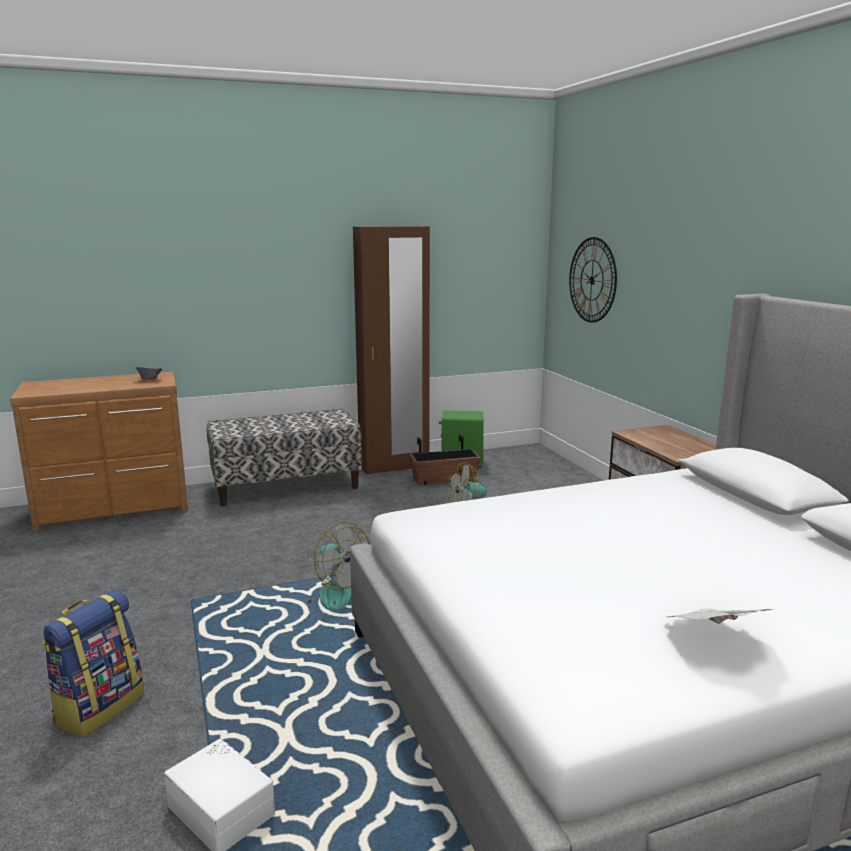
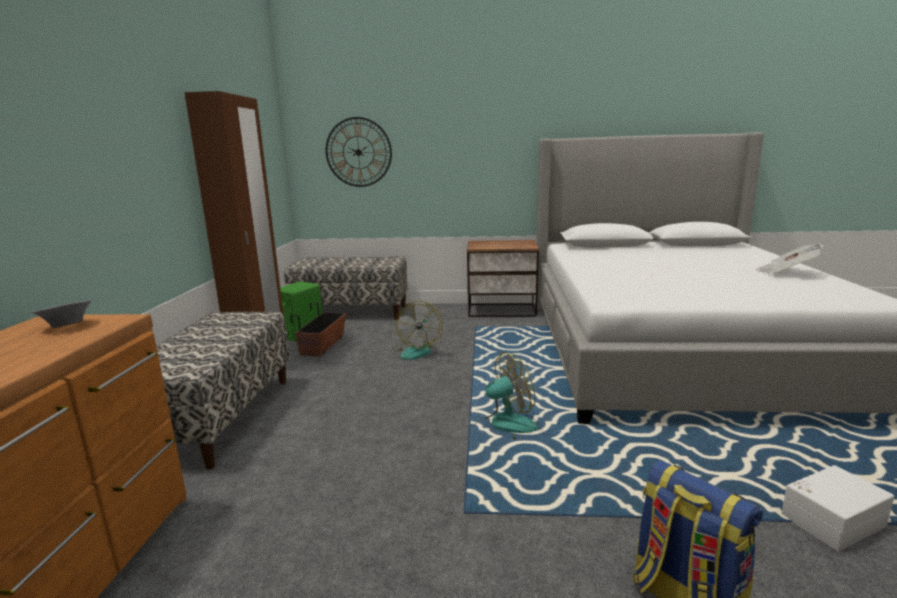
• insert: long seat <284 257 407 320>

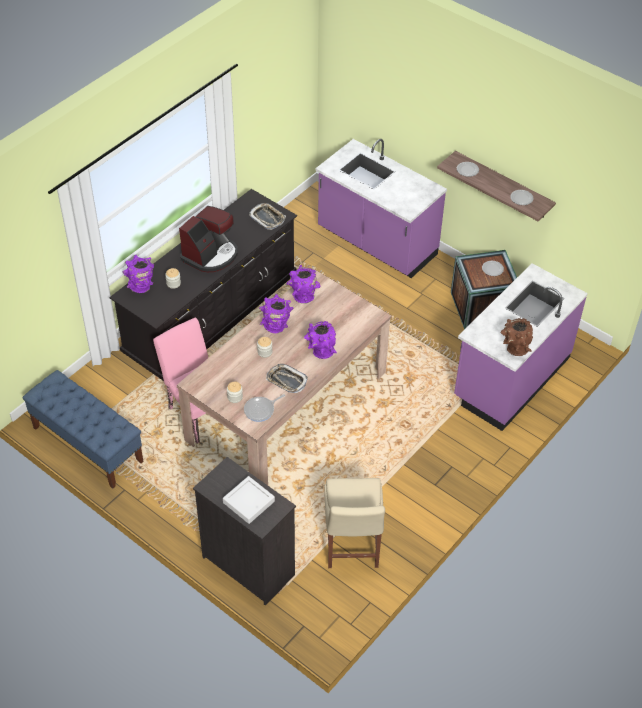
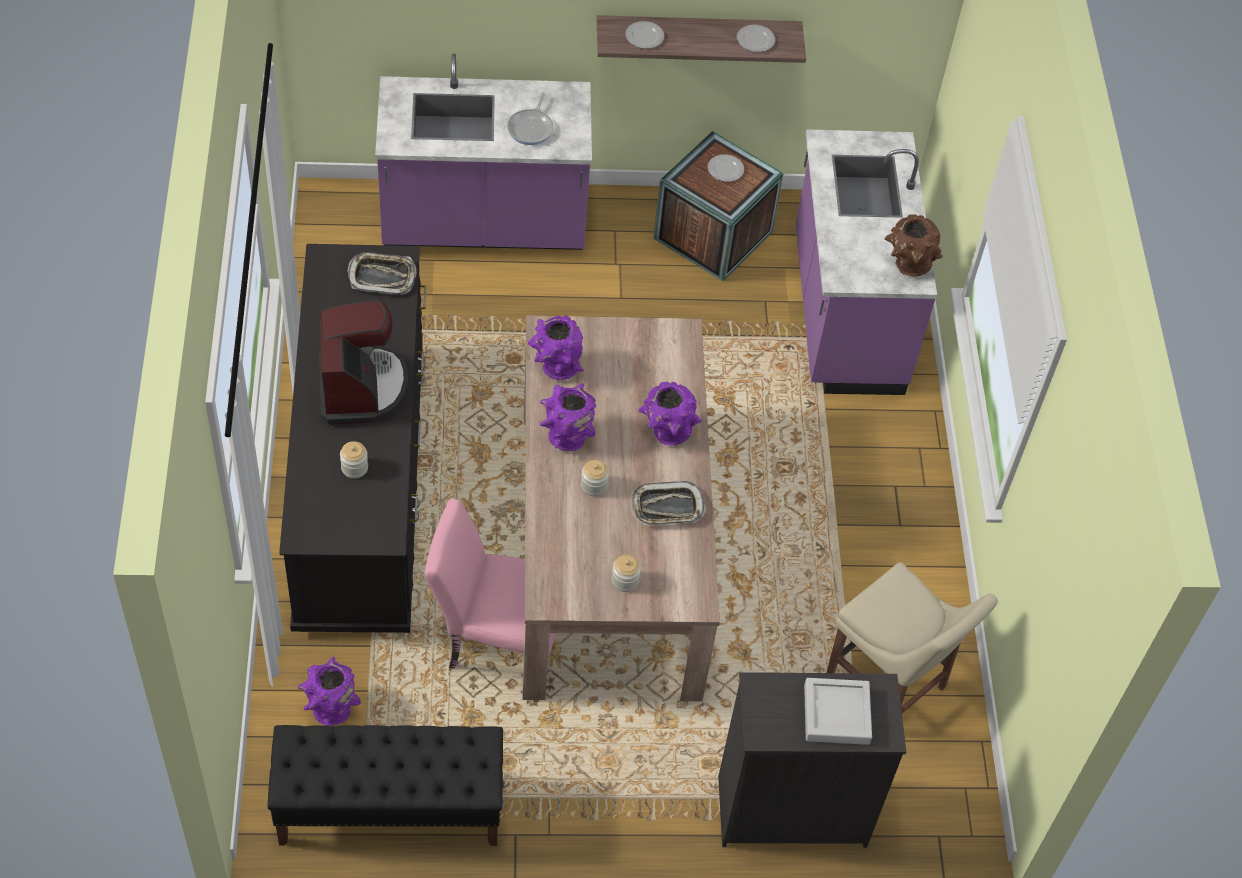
• recolor: long seat in blue <23 370 144 489> to long seat in black-coloured <267 725 503 846>
• move: flower vase in purple-coloured <123 255 154 293> to <298 657 361 726>
• move: pan <244 394 285 422> to <507 93 553 145>

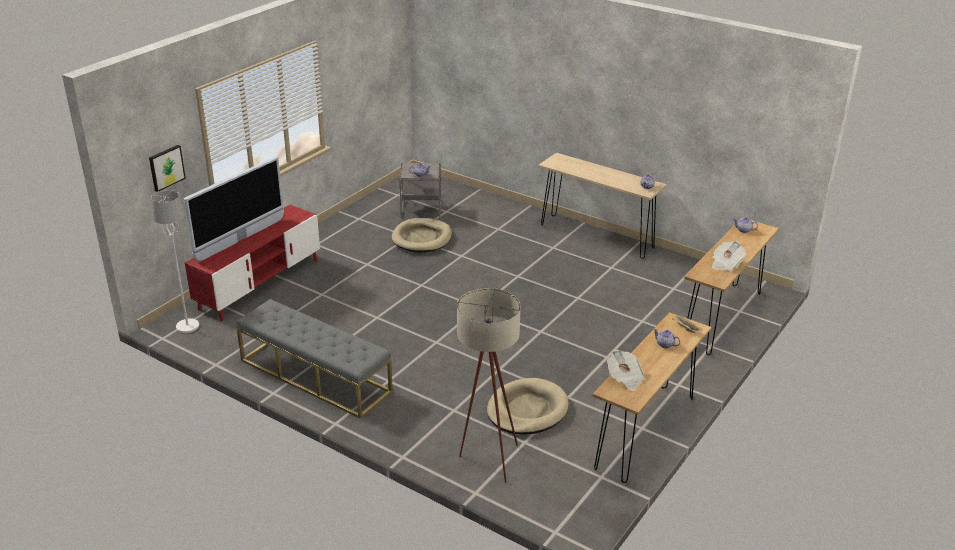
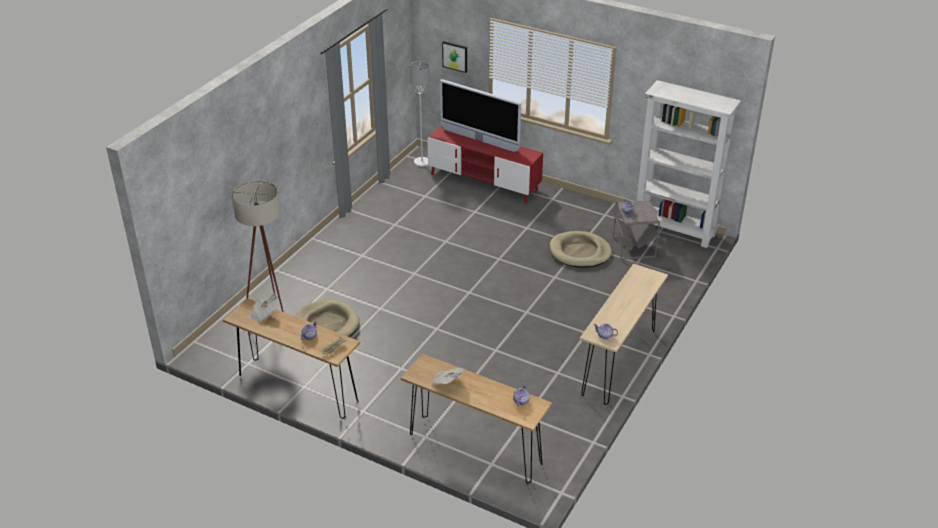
• delete: long seat in grey <236 299 393 419>
• insert: shelving unit in white <637 80 741 248>

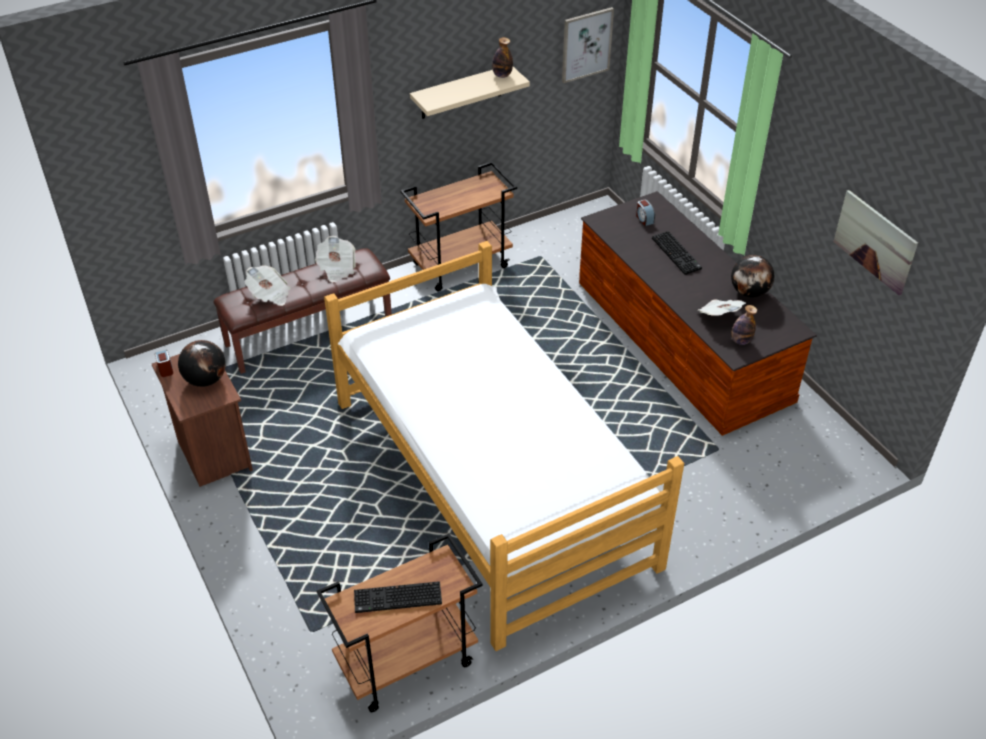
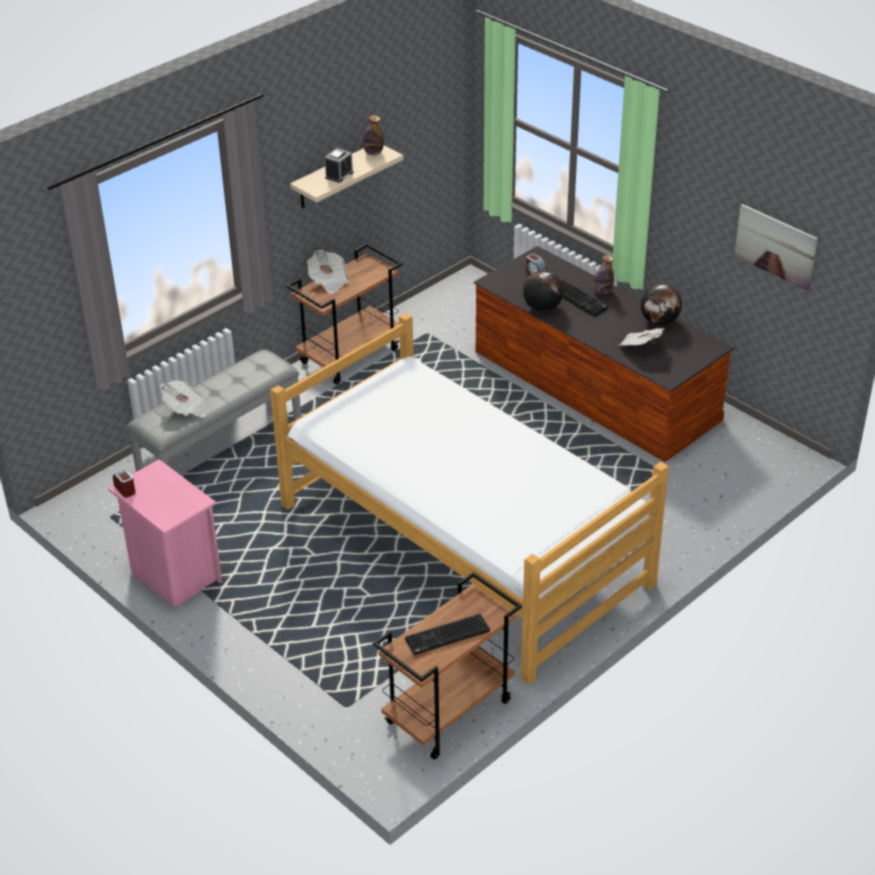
• recolor: bedside table in brown <152 354 253 487> to bedside table in pinkish <108 459 222 608>
• move: globe <178 340 226 387> to <523 270 564 312>
• recolor: long seat in brown <213 248 392 374> to long seat in grey <127 350 301 472>
• move: daily paper <315 236 356 282> to <307 250 349 293>
• delete: wall picture <562 7 614 83>
• move: drink bottle <731 305 757 345> to <593 255 614 294>
• insert: table clock <325 148 354 183>

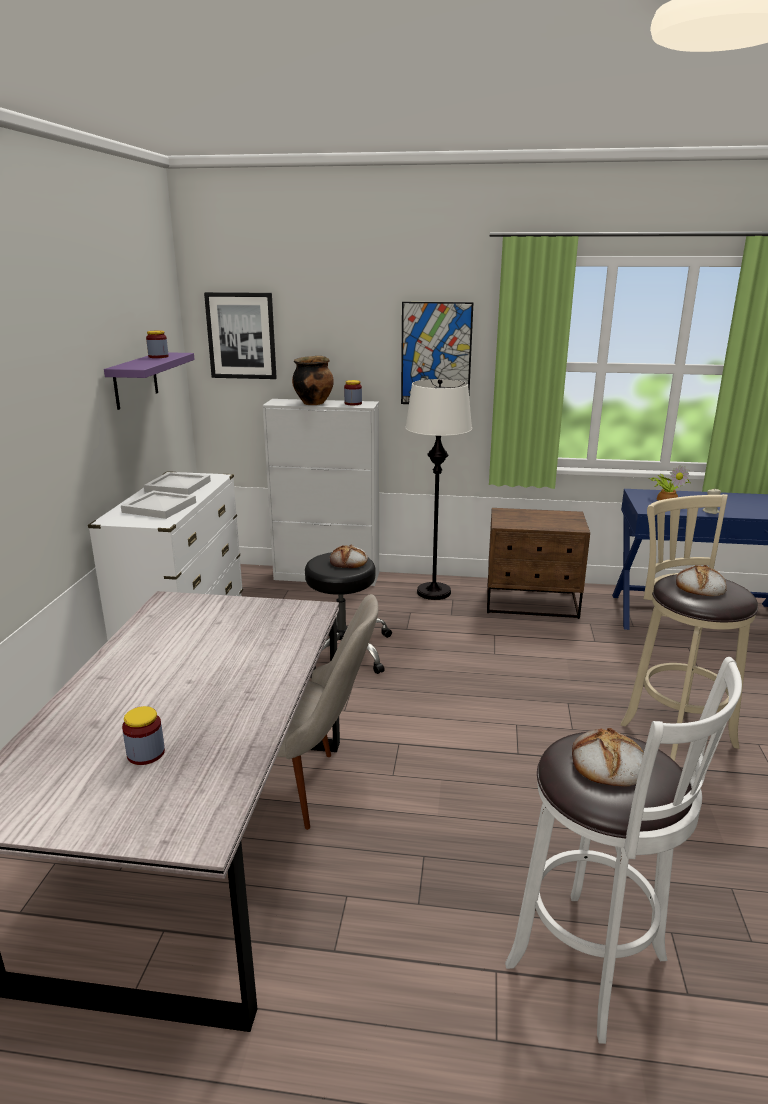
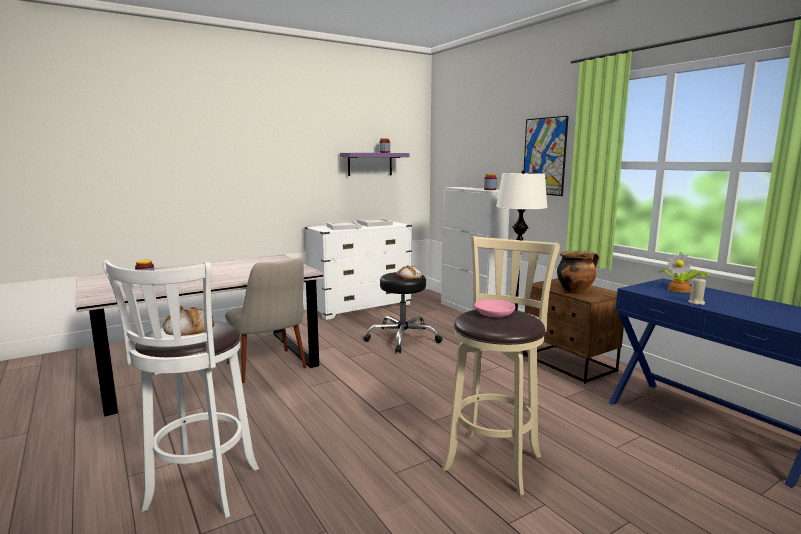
• delete: wall picture <204 292 277 379>
• move: cooking pot <292 356 334 405> to <557 251 599 294>
• replace: bread <676 565 727 596> to deep dish in pinkish <474 299 516 317>

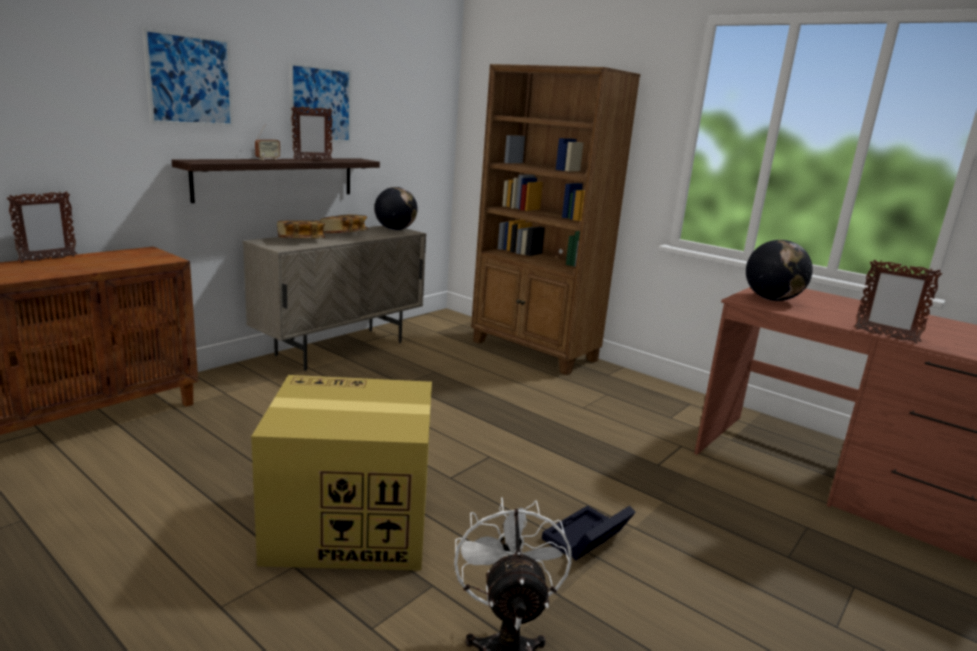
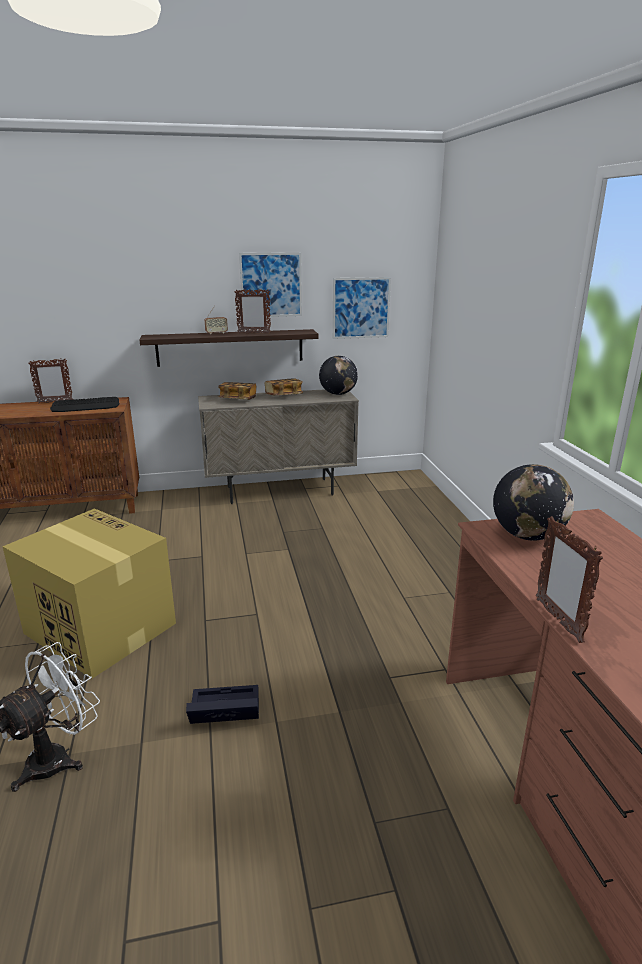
• move: wall picture <143 28 233 126> to <333 277 391 339>
• delete: shelving unit in brown <471 64 640 375>
• insert: PC keyboard <50 397 120 412>

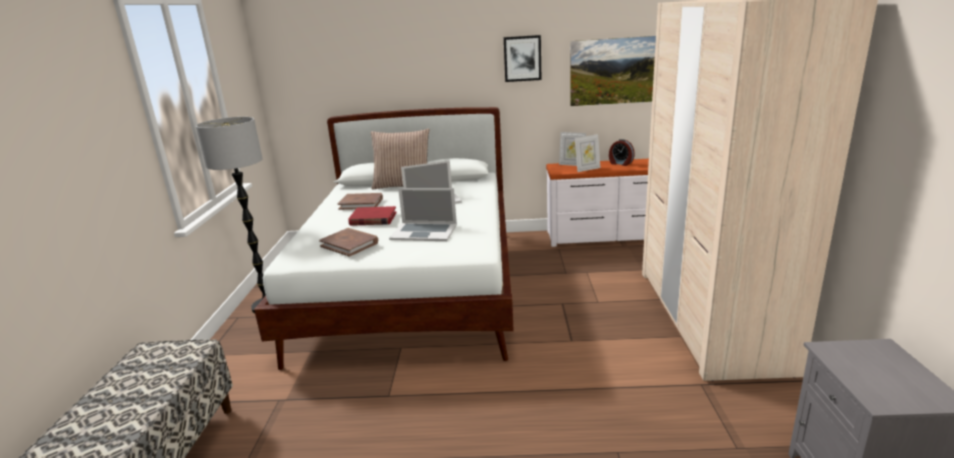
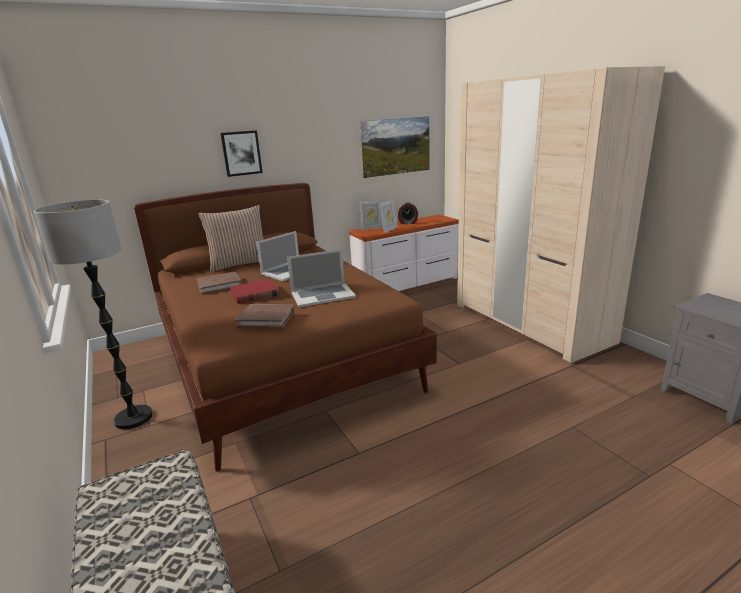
• recolor: sleeping bed in white <254 107 514 370> to sleeping bed in brown <134 183 437 472>
• move: wall picture <504 35 541 82> to <220 130 263 177>

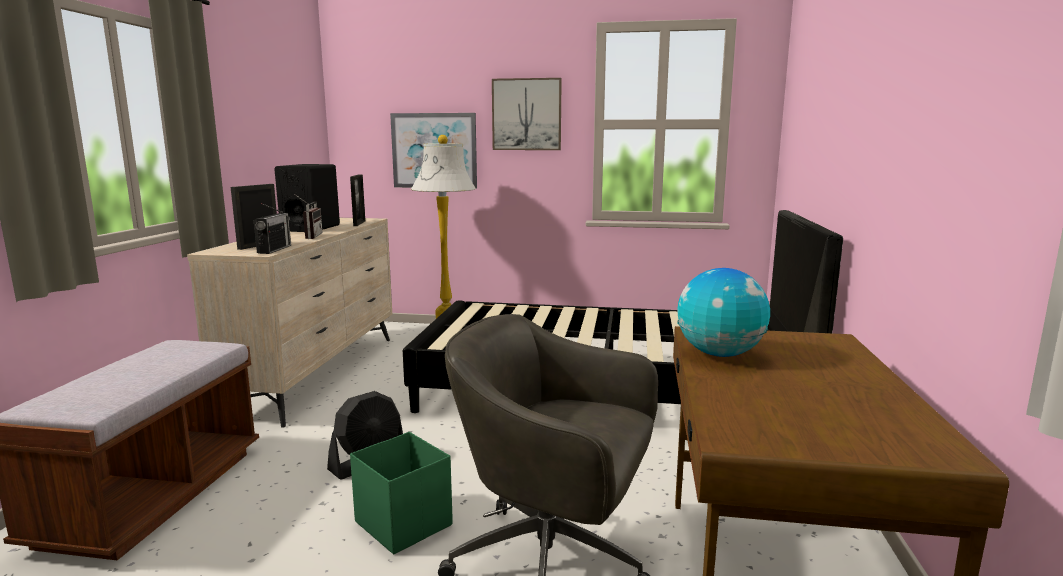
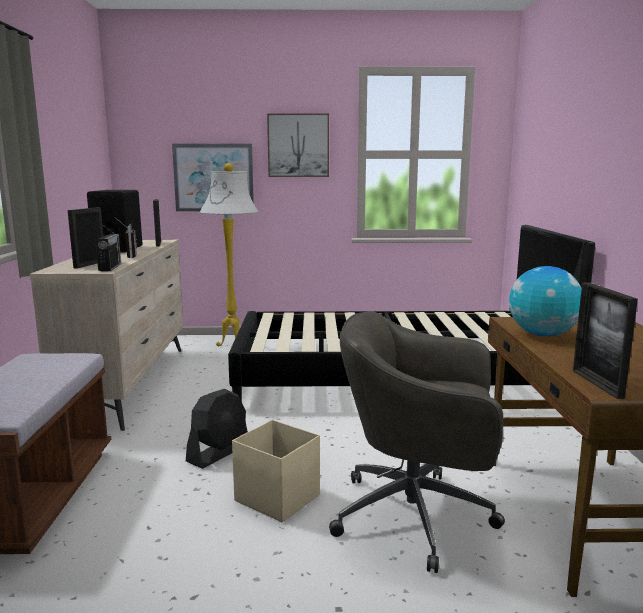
• recolor: storage box in green-coloured <350 432 453 554> to storage box in sand-coloured <232 420 320 522>
• insert: picture frame <573 282 638 399>

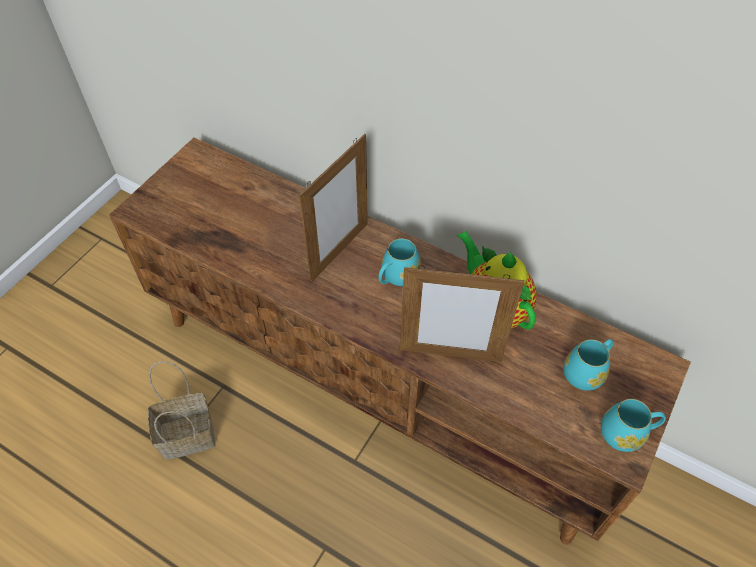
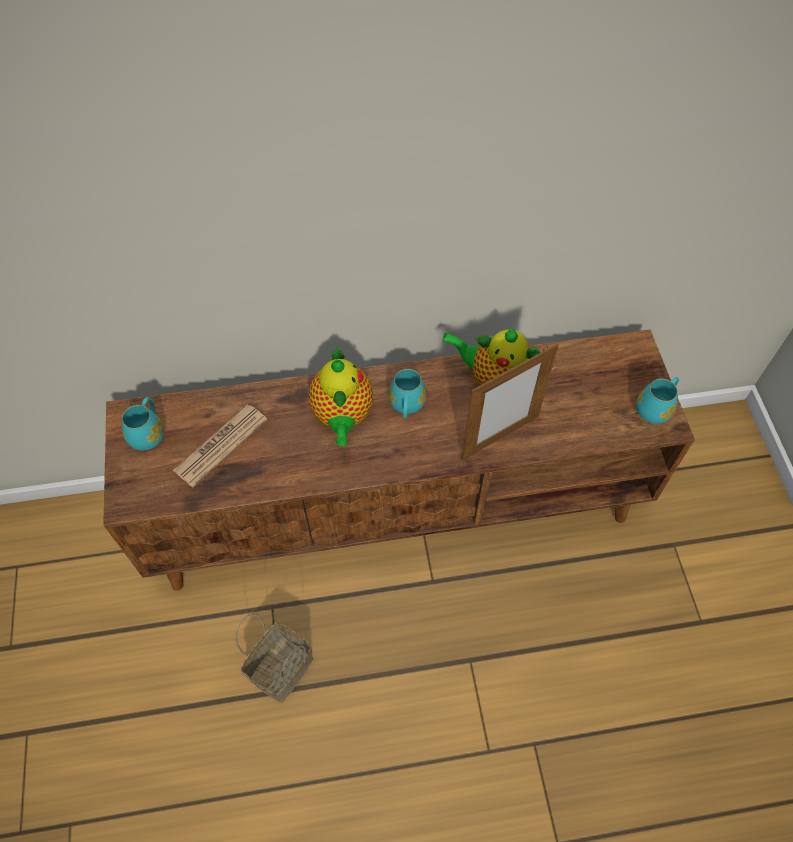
• replace: picture frame <299 134 368 282> to teapot <309 346 373 446>
• move: mug in turquoise-coloured <563 339 614 391> to <122 397 164 451>
• insert: daily paper <173 405 267 487>

